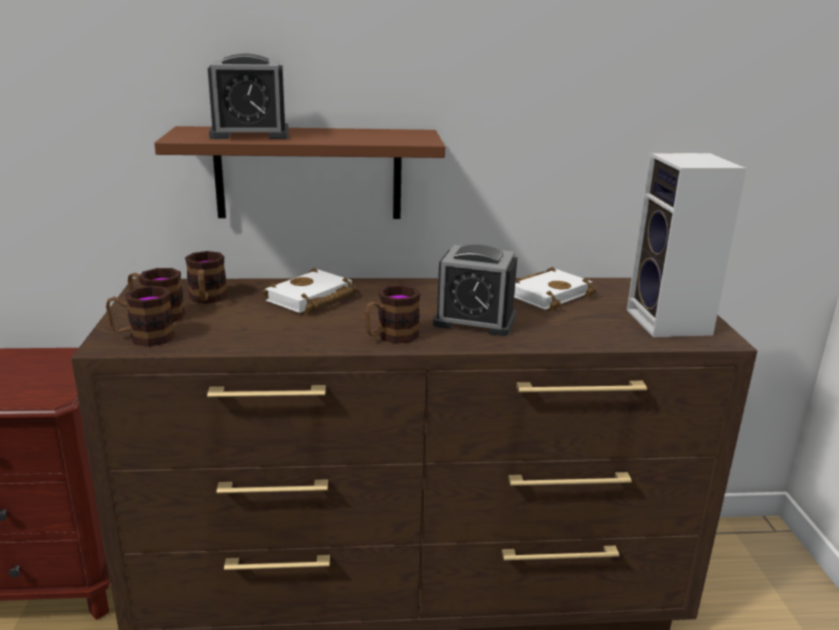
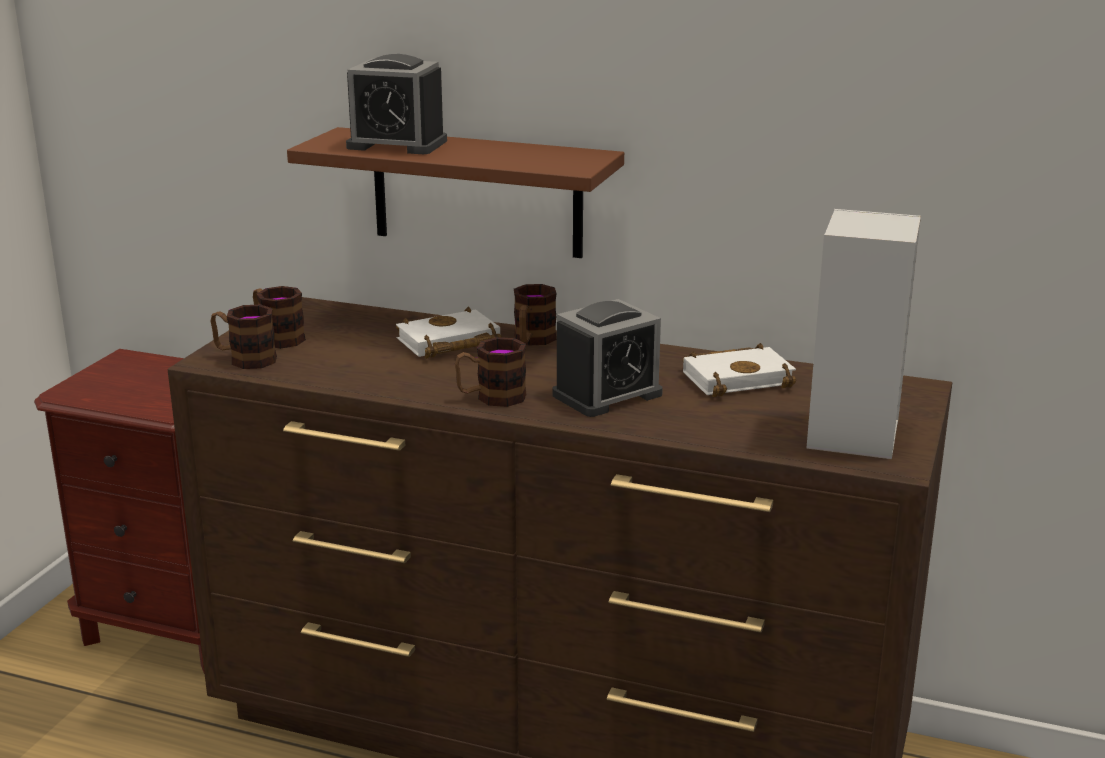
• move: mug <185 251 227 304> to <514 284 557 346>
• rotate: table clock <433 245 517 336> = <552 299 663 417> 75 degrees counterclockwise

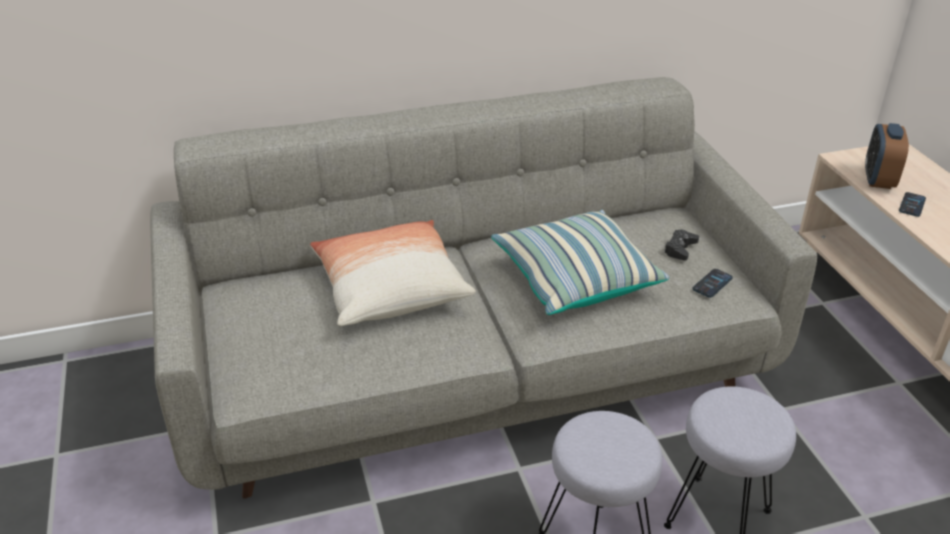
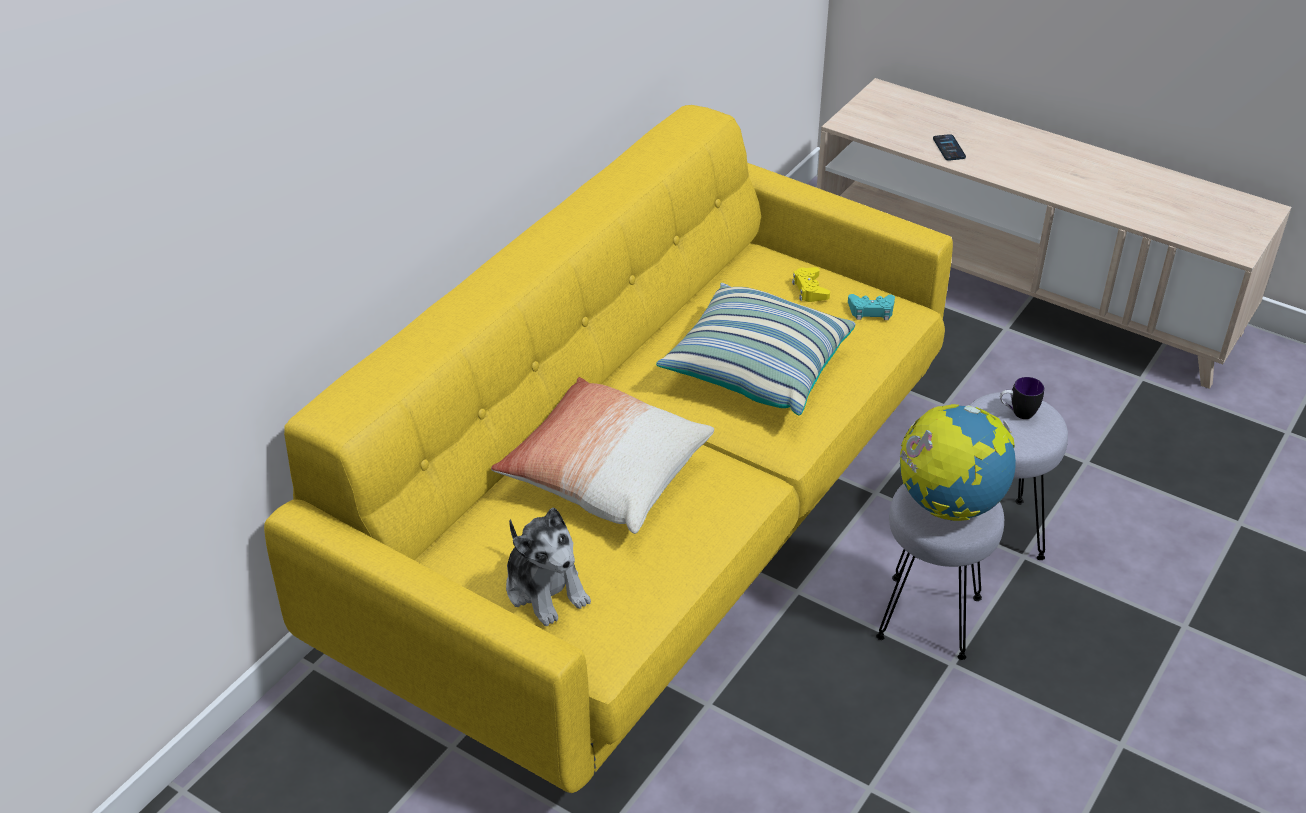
• recolor: couch in grey <150 77 817 498> to couch in yellowish <264 105 953 793>
• recolor: game controller in black-coloured <664 229 699 260> to game controller in yellowish <792 267 830 302>
• replace: phone <692 269 733 298> to game controller in turquoise-coloured <848 294 895 320>
• delete: table clock <865 123 909 189>
• insert: plush toy <506 507 591 626>
• insert: globe <900 404 1016 521>
• insert: mug <1000 377 1044 419>

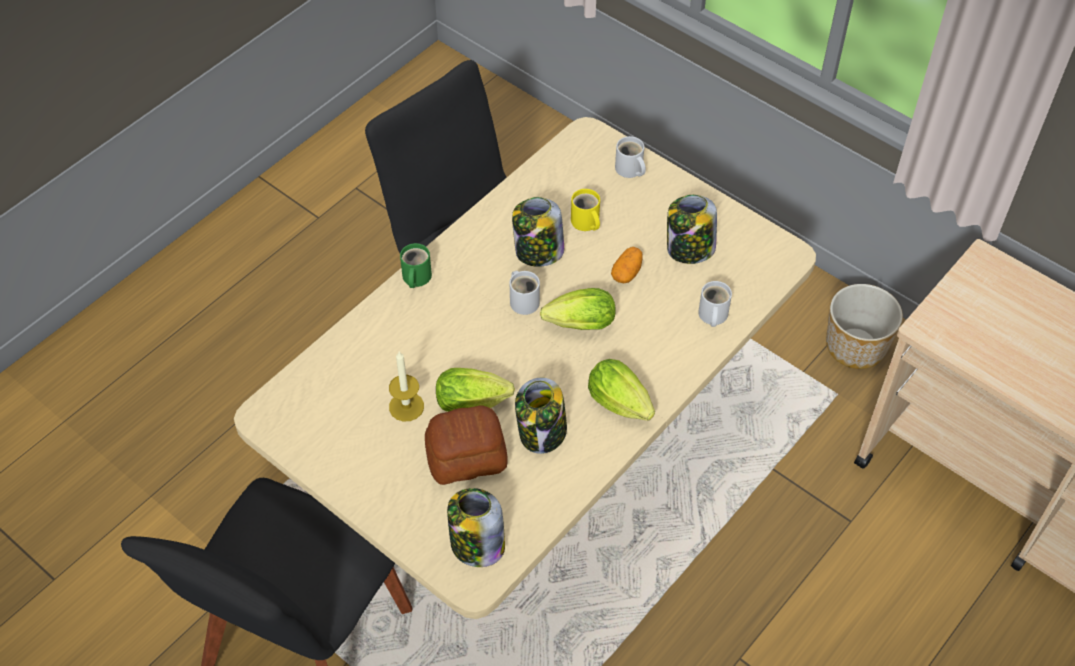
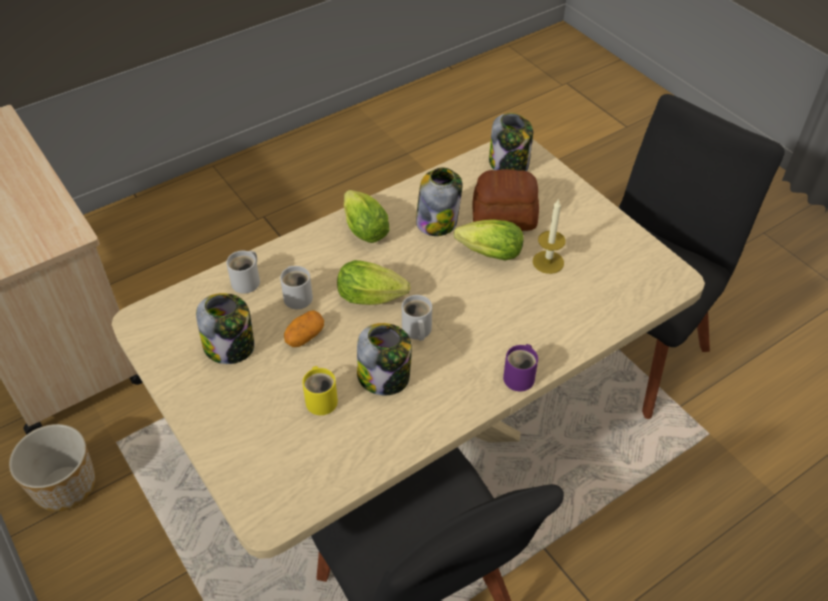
• recolor: mug in green-coloured <400 243 432 288> to mug in purple-coloured <503 344 538 391>
• move: mug in white <615 136 646 178> to <280 266 313 309>

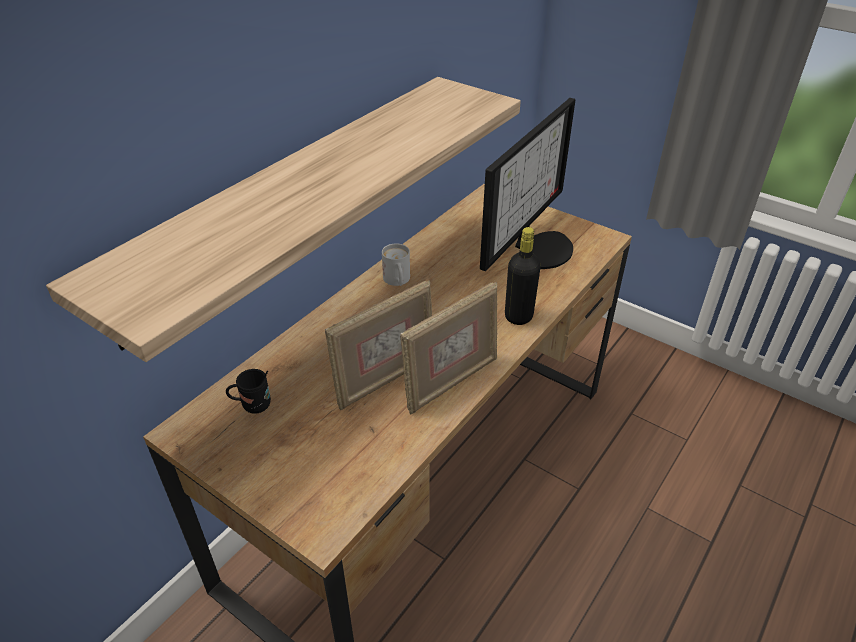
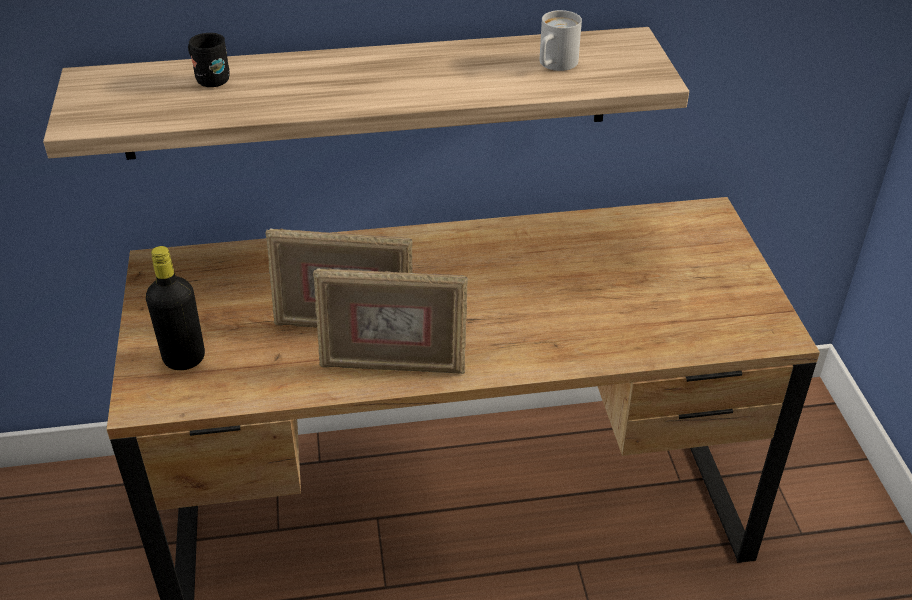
• move: mug in black-coloured <226 369 271 414> to <188 33 230 87>
• move: mug in white <382 244 410 286> to <540 10 582 71>
• delete: computer screen <480 98 575 271>
• move: drink bottle in black-coloured <505 227 541 325> to <146 246 205 370>

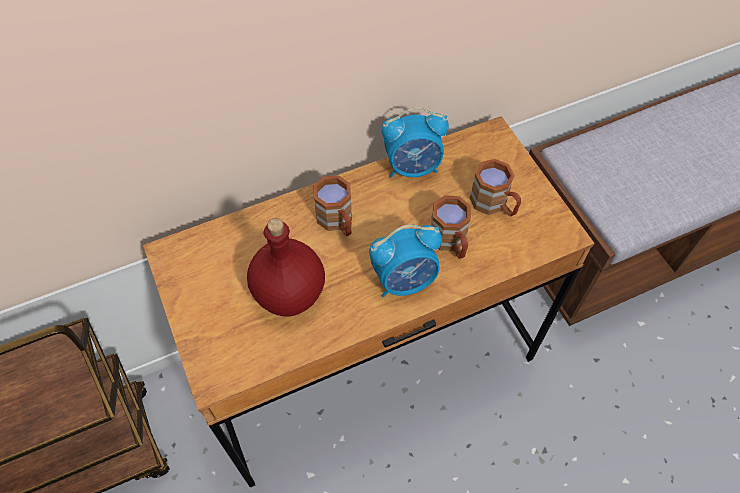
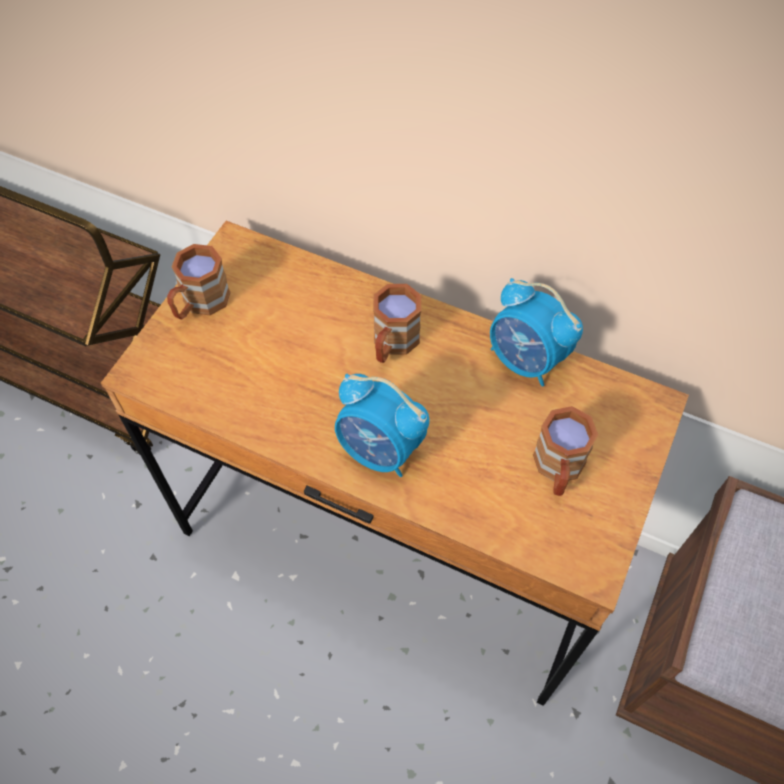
• delete: drink bottle in red-coloured <247 218 325 317>
• move: mug in brown <431 195 471 259> to <167 244 231 320>

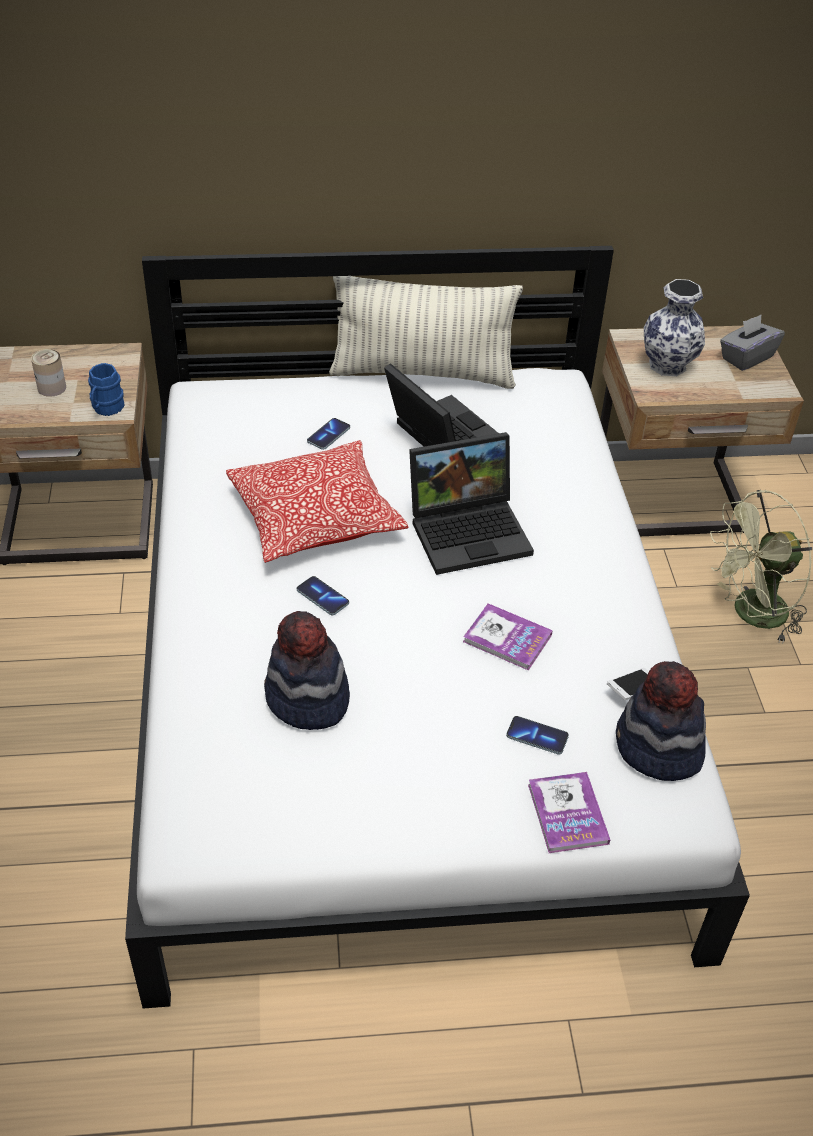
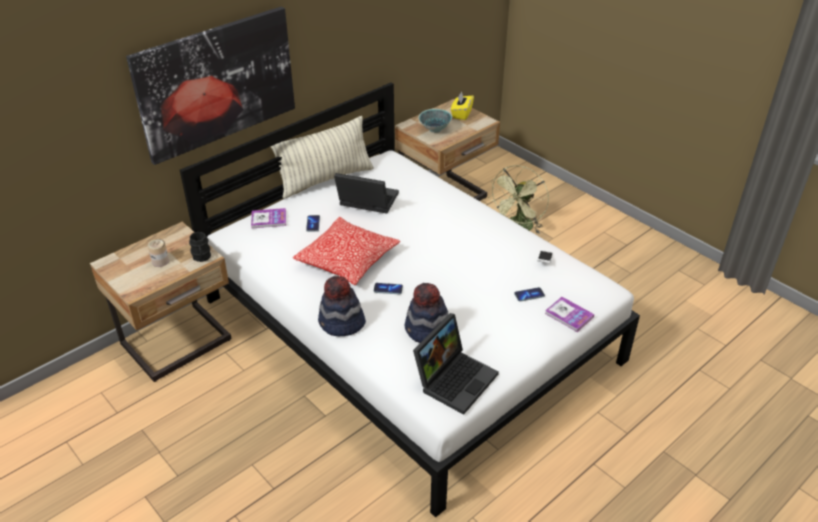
• recolor: mug in blue <88 363 124 416> to mug in black-coloured <189 232 211 262>
• move: laptop <409 432 534 575> to <413 313 499 415>
• move: book <463 603 553 671> to <251 208 286 228>
• move: wearable hat <616 661 706 781> to <318 276 366 336>
• replace: flower vase <644 279 705 376> to deep dish <418 109 452 133>
• recolor: tissue holder in grey <720 315 785 371> to tissue holder in yellowish <451 92 474 120>
• insert: wall picture <126 7 295 165>

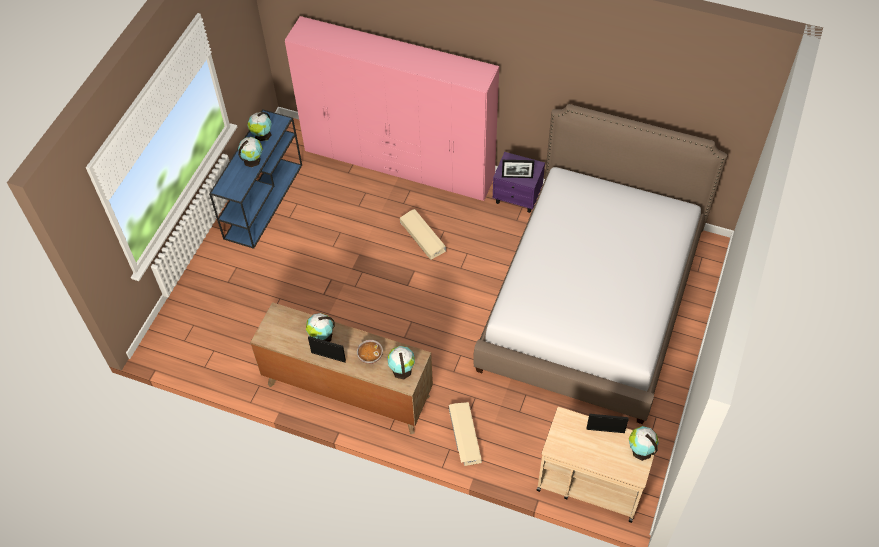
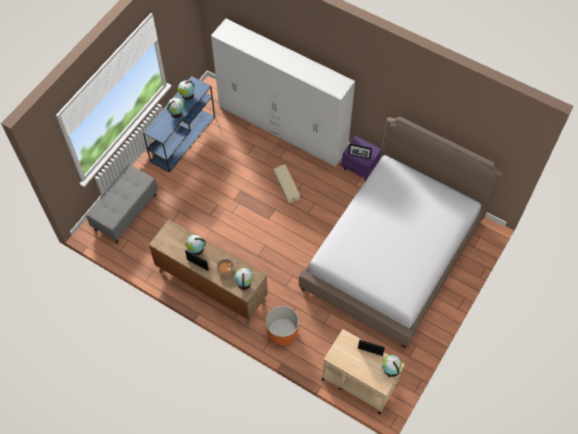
• recolor: wardrobe in pinkish <285 16 499 201> to wardrobe in white <211 19 355 166>
• replace: storage box in sand-coloured <449 402 482 466> to plant pot in orange <265 306 299 346>
• insert: long seat in grey <86 165 158 244>

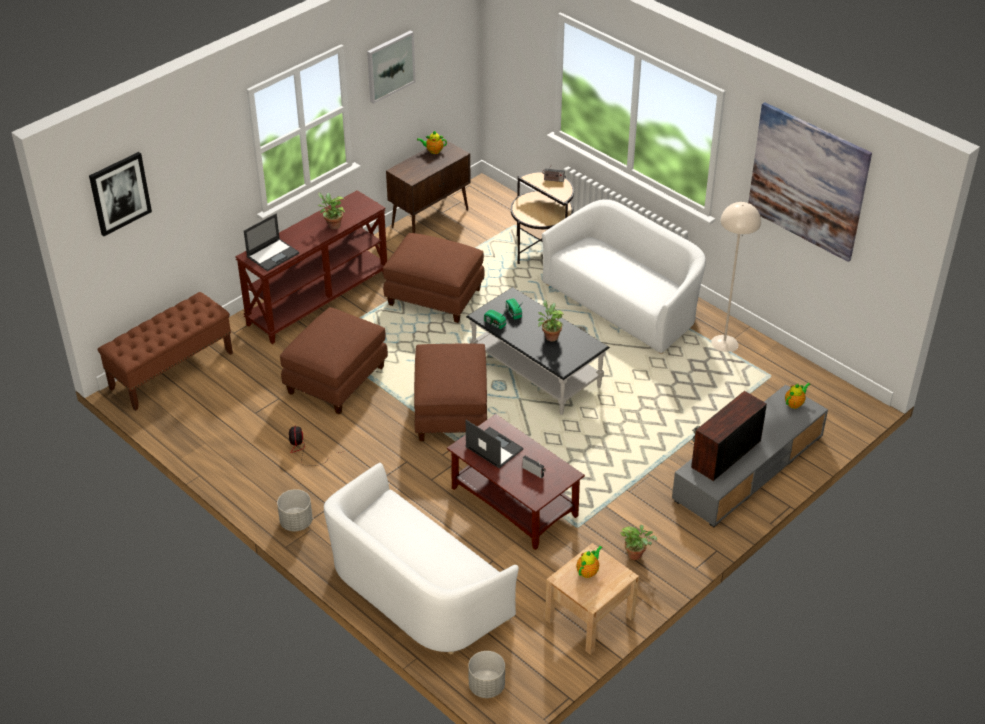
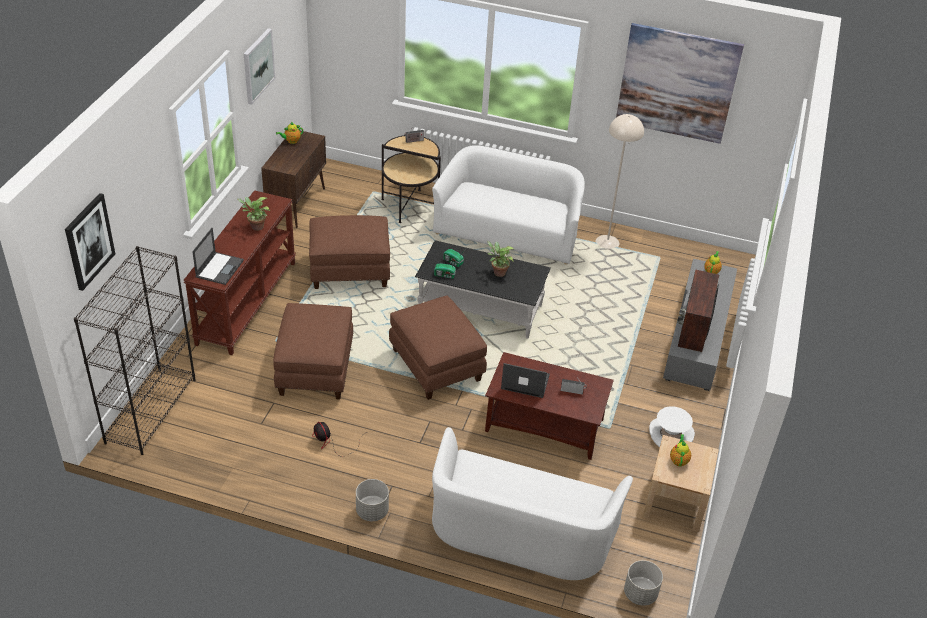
• replace: long seat in brown <98 292 233 411> to shelving unit in black-coloured <74 246 195 455>
• replace: houseplant <620 525 657 560> to wearable hat in white <649 406 695 447>

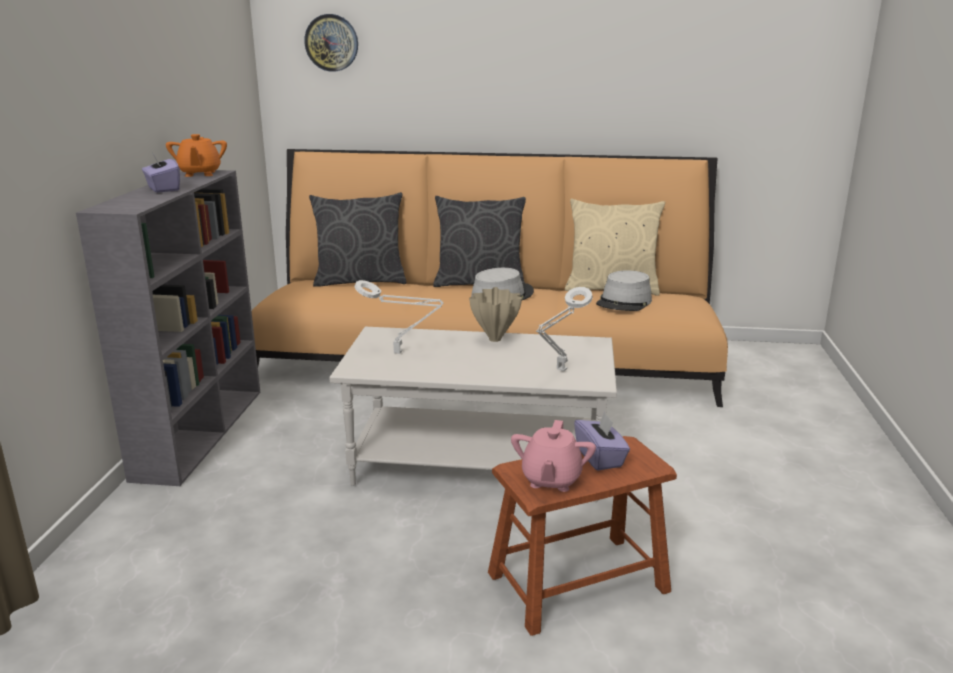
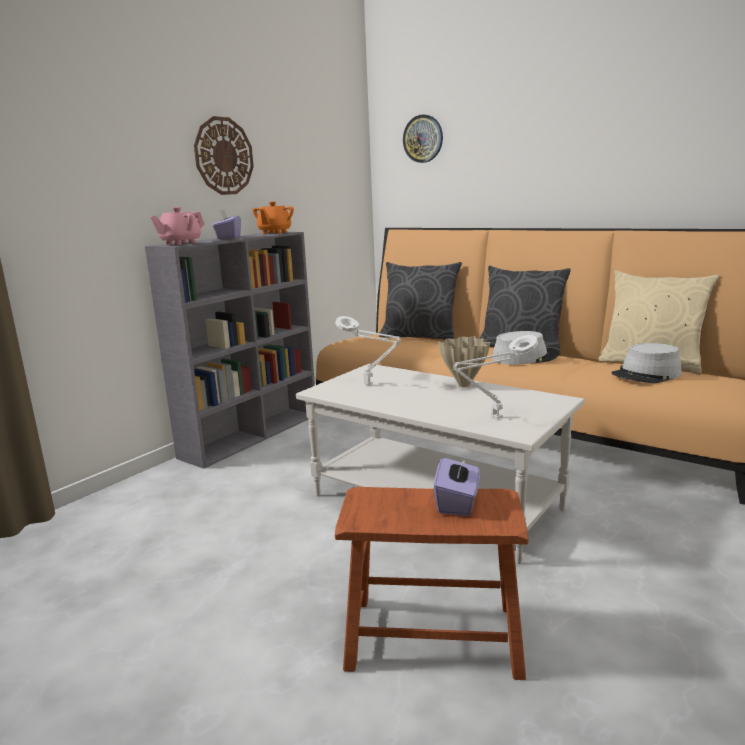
• move: teapot in pinkish <511 420 596 492> to <150 207 204 245>
• insert: wall clock <194 116 254 195>

